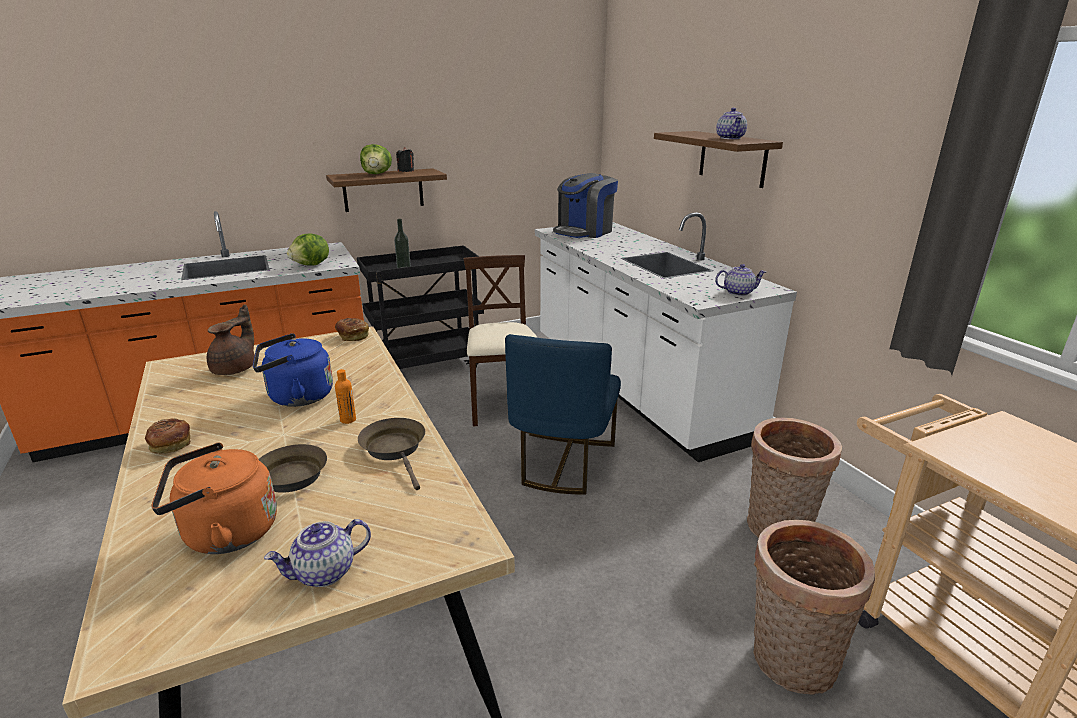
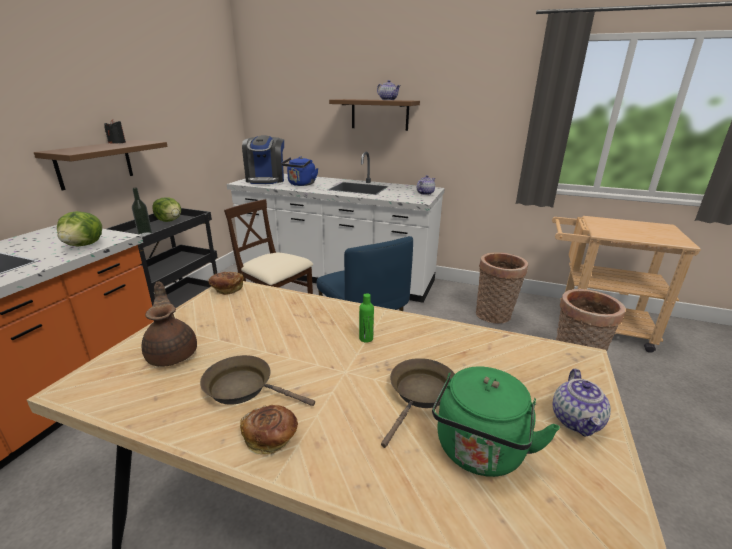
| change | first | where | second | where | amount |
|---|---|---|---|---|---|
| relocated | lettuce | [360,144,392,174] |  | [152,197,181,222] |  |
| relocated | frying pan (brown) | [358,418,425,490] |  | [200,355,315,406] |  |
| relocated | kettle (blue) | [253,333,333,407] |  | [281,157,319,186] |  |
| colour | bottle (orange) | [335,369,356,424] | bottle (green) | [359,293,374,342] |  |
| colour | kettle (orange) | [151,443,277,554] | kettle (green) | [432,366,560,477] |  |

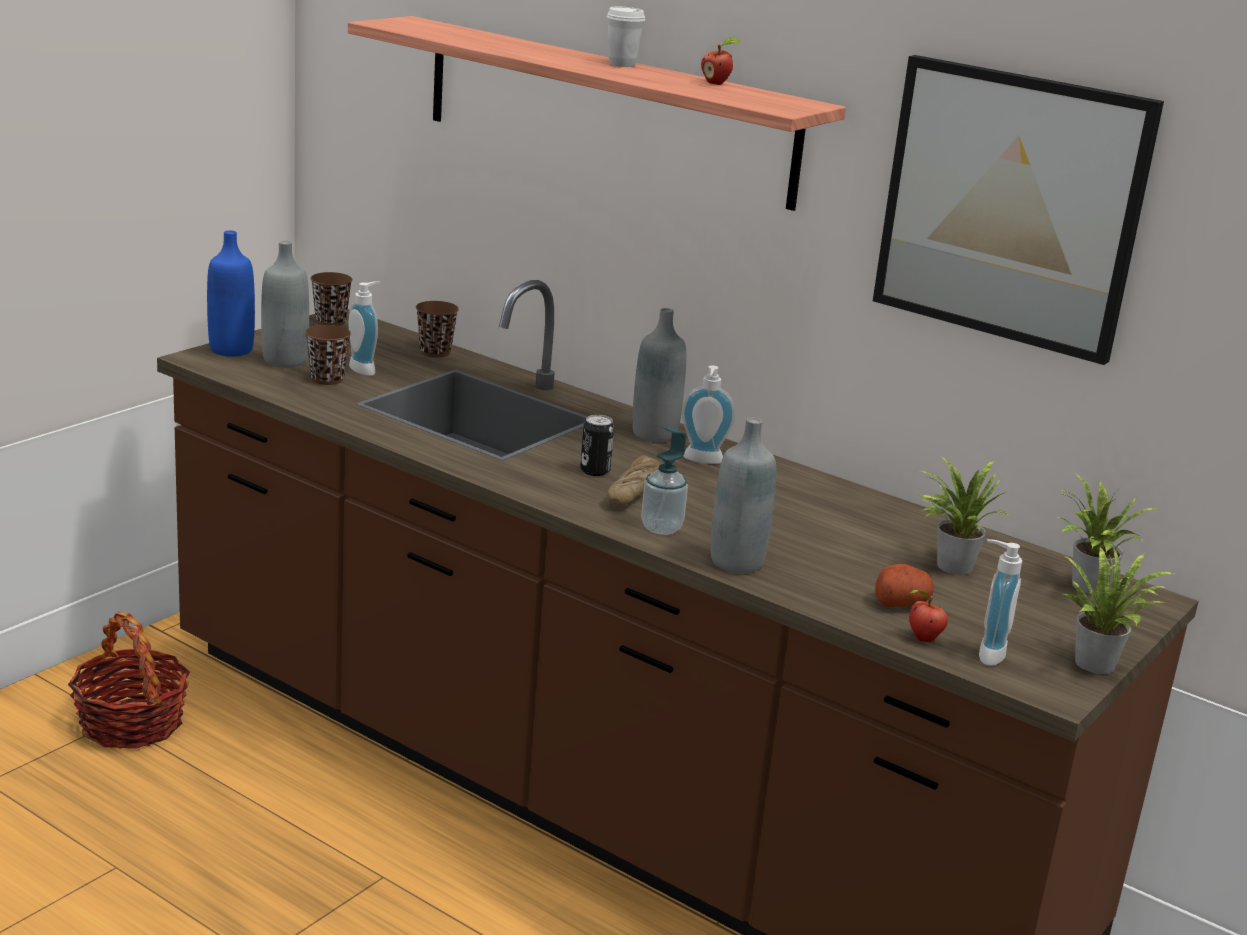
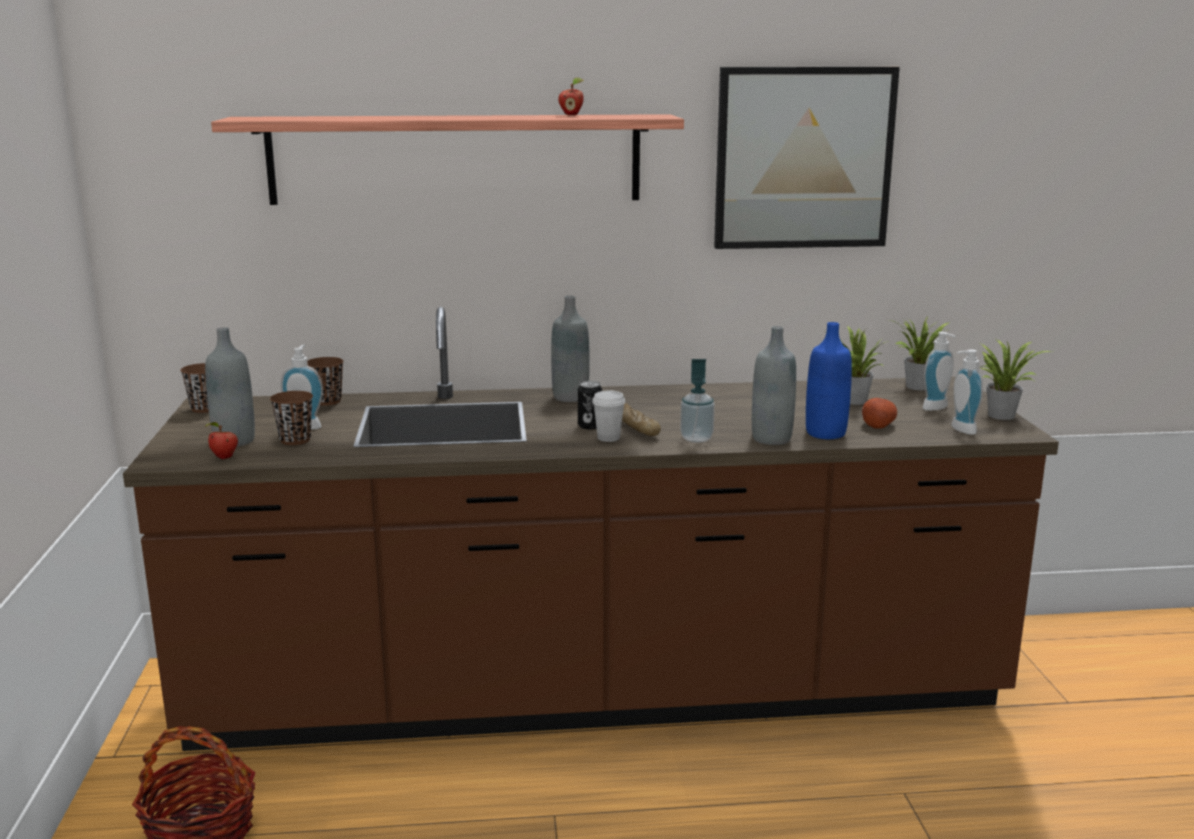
| change | first | where | second | where | amount |
|---|---|---|---|---|---|
| relocated | apple | [909,590,948,642] |  | [205,422,238,459] |  |
| relocated | cup (white) | [607,7,645,67] |  | [592,390,625,442] |  |
| relocated | bottle (blue) | [207,230,255,357] |  | [806,322,852,439] |  |
| relocated | soap dispenser | [682,365,735,464] |  | [923,332,956,411] |  |

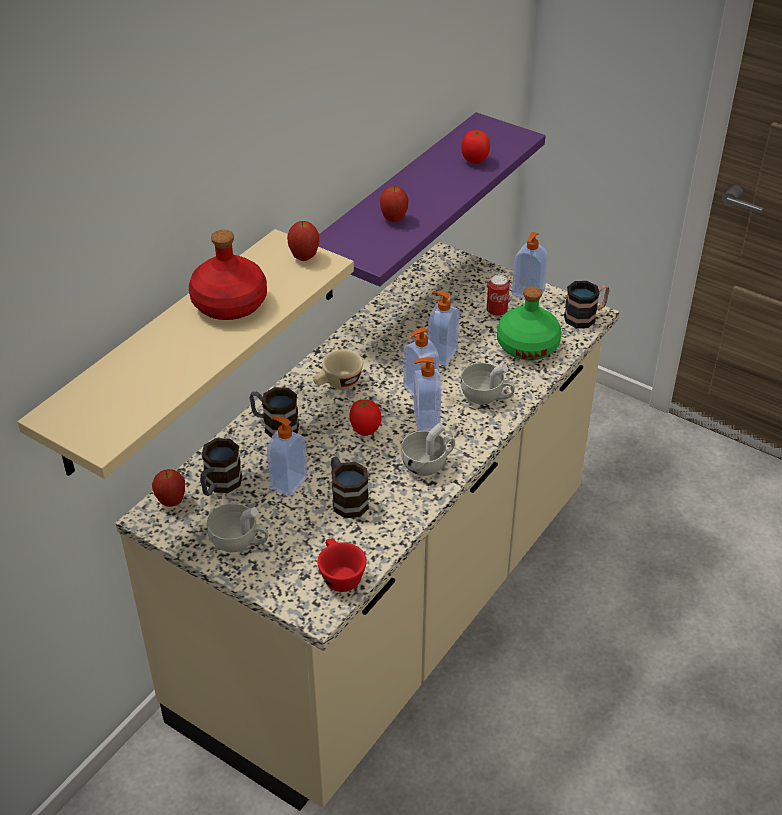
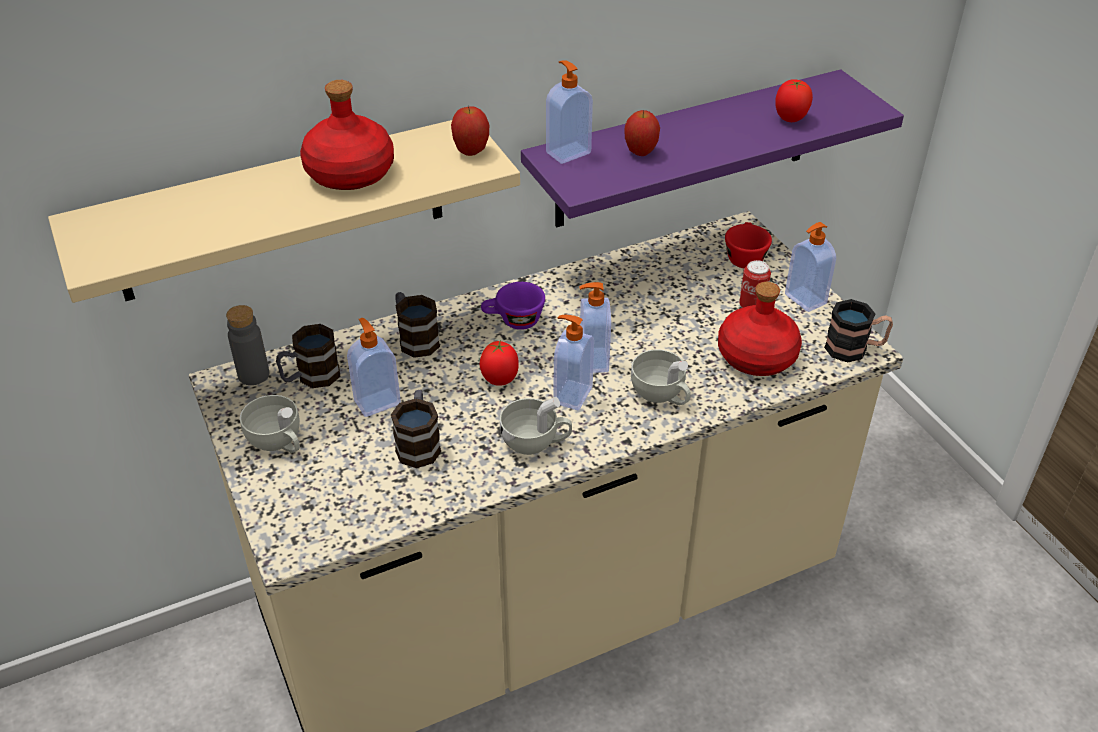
| change | first | where | second | where | amount |
|---|---|---|---|---|---|
| exchanged | apple | [152,469,185,507] | bottle (grey) | [226,305,269,385] |  |
| colour | cup (beige) | [313,349,363,390] | cup (purple) | [481,282,545,330] |  |
| relocated | soap dispenser | [428,291,459,366] |  | [546,60,593,164] |  |
| colour | bottle (green) | [497,286,562,360] | bottle (red) | [718,282,802,376] |  |
| relocated | cup (red) | [317,538,367,592] |  | [725,222,772,268] |  |

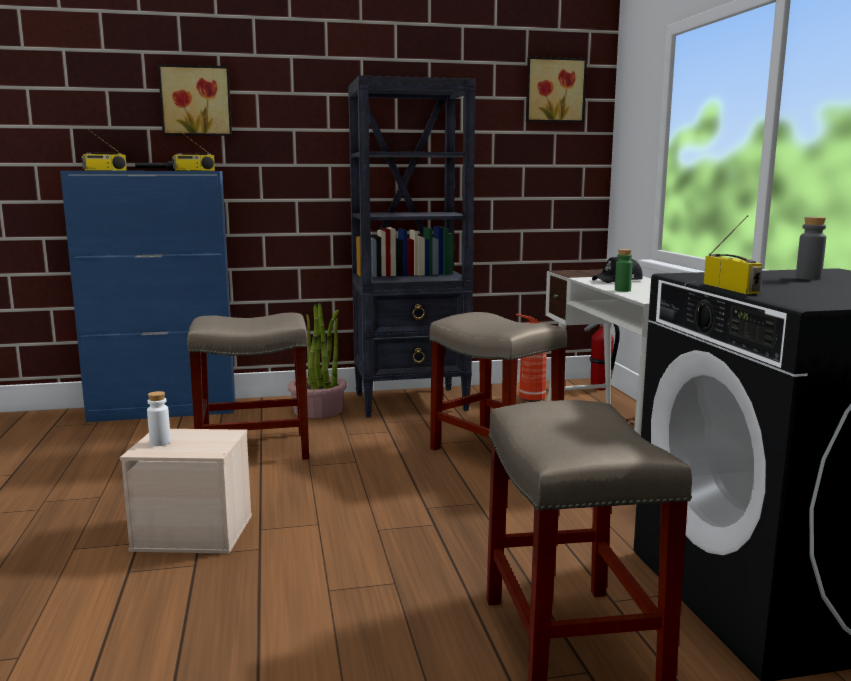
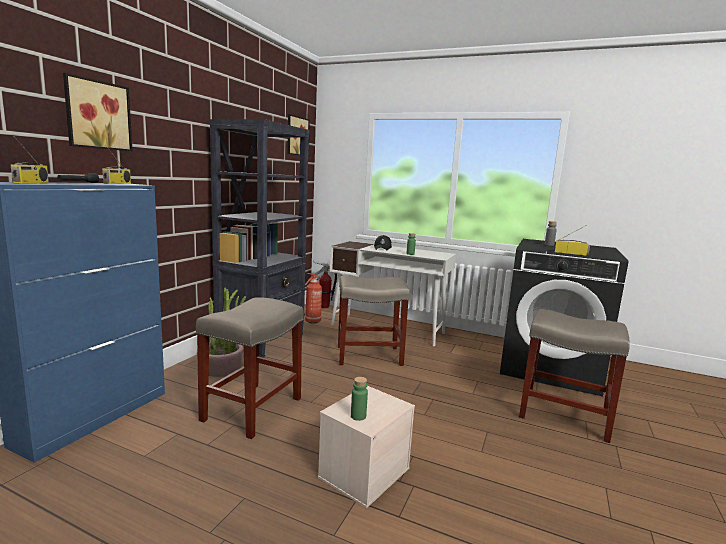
| change | first | where | second | where | amount |
|---|---|---|---|---|---|
| colour | bottle (white) | [147,391,171,446] | bottle (green) | [351,377,368,421] |  |

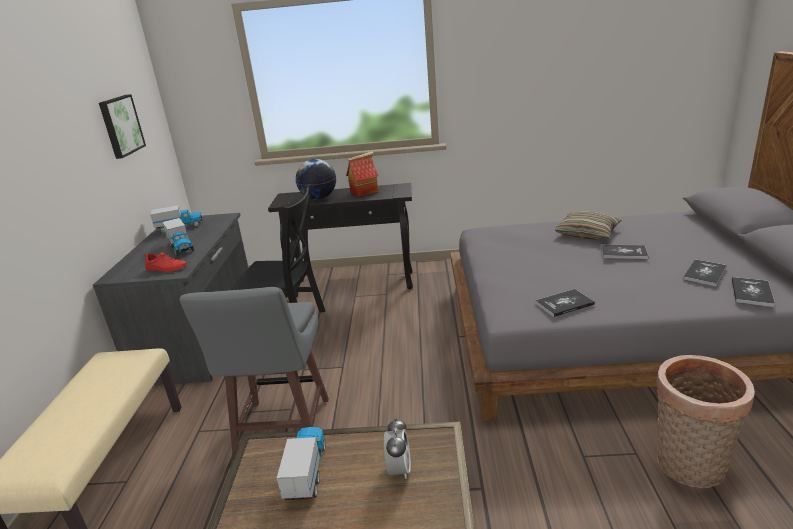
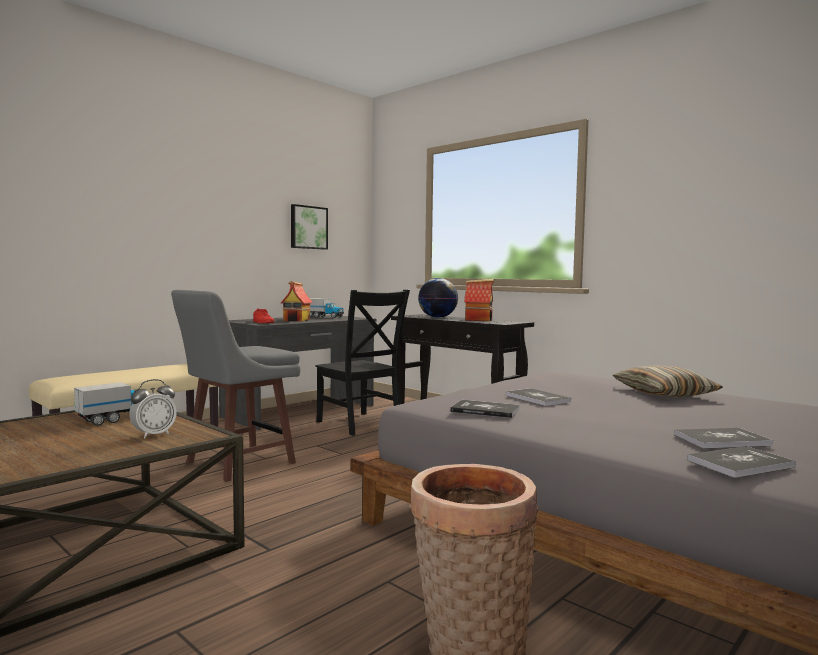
| change | first | where | second | where | amount |
|---|---|---|---|---|---|
| exchanged | toy truck | [162,218,194,256] | toy house | [281,281,313,322] |  |
| relocated | book | [601,245,649,259] |  | [505,388,571,406] |  |

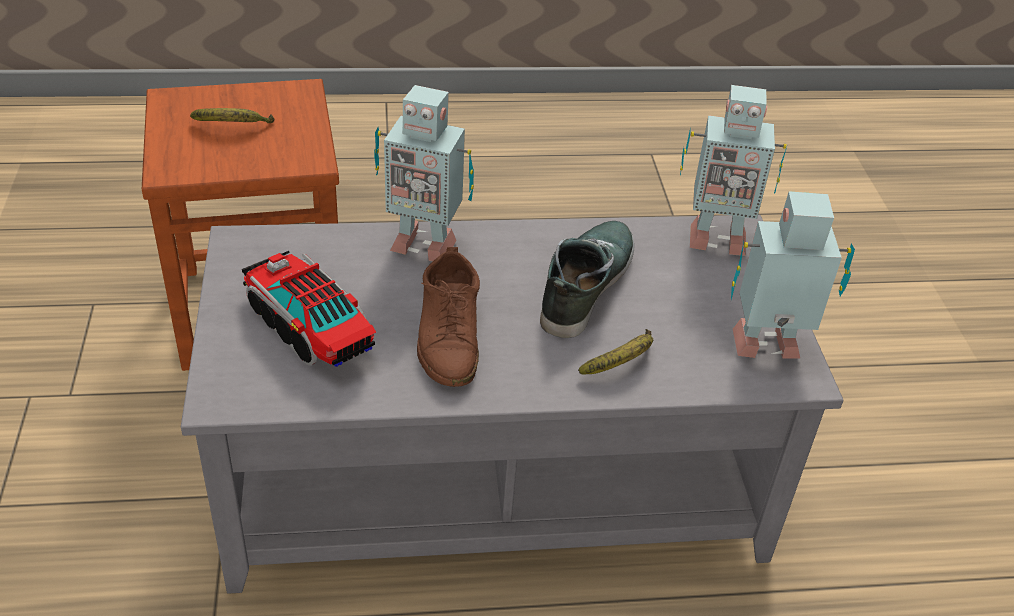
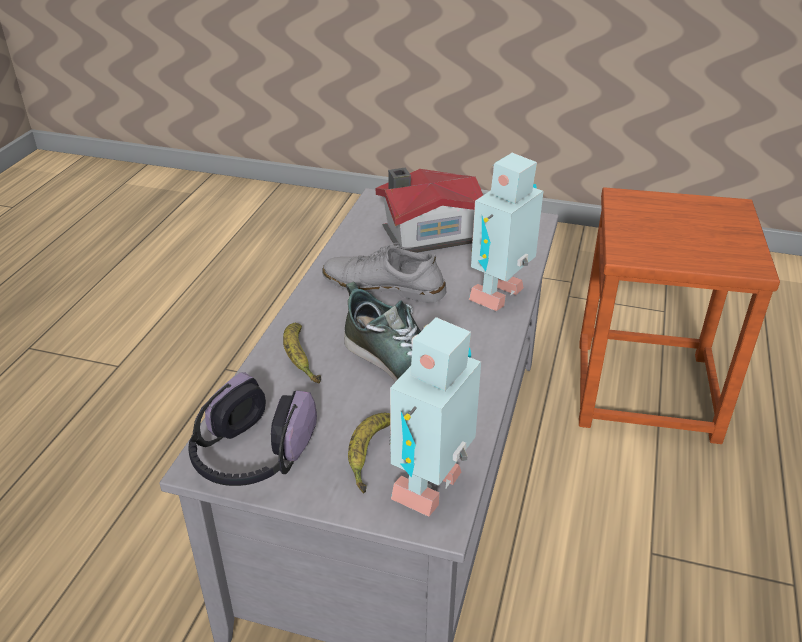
| change | first | where | second | where | amount |
|---|---|---|---|---|---|
| exchanged | toy robot | [731,191,855,359] | headphones | [189,372,317,486] |  |
| colour | shoe (brown) | [417,247,480,387] | shoe (grey) | [322,243,446,303] |  |
| relocated | banana | [190,108,275,123] |  | [348,413,390,493] |  |
| exchanged | toy truck | [242,251,376,367] | toy house | [376,168,483,253] |  |

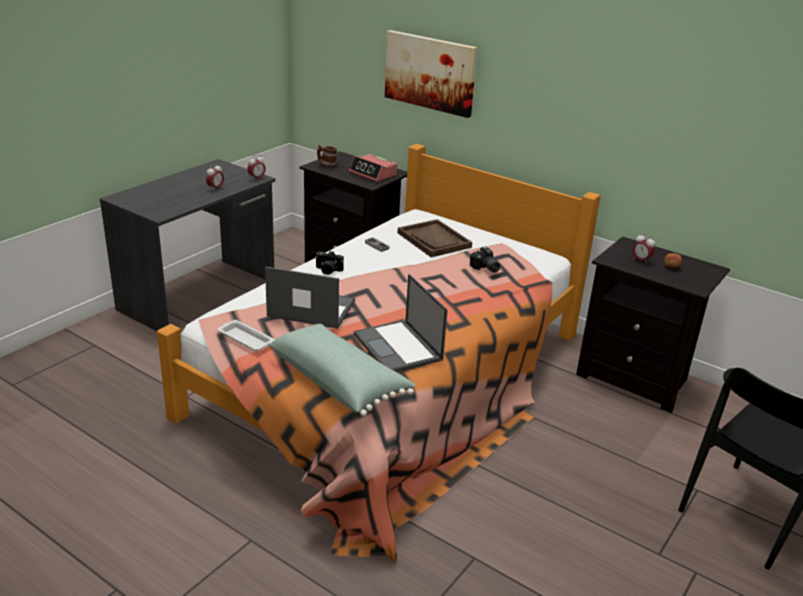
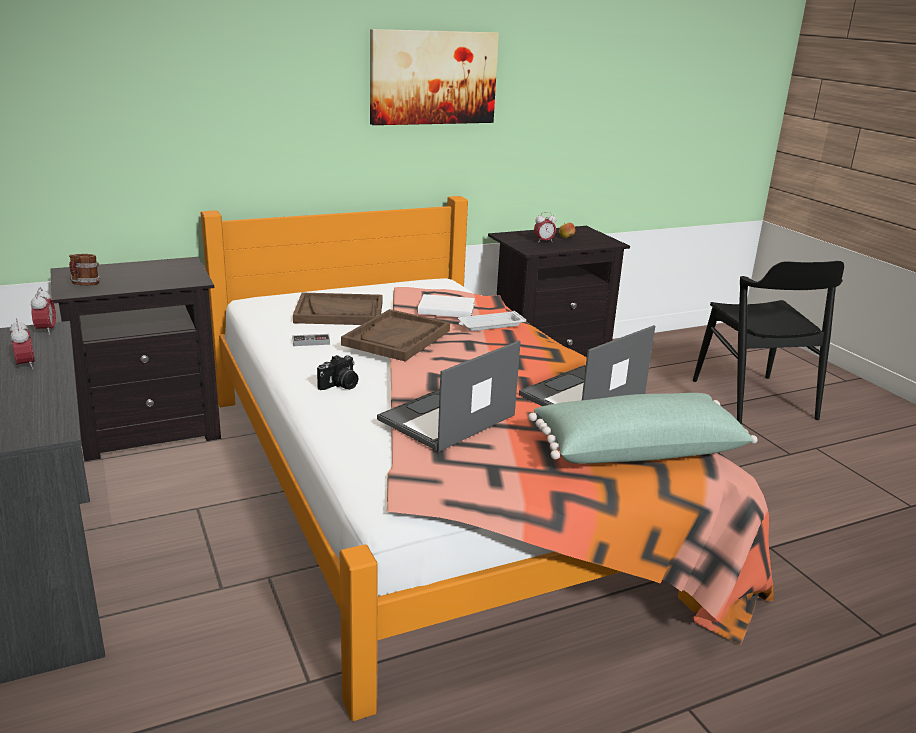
| change | first | where | second | where | amount |
|---|---|---|---|---|---|
| appeared |  |  | tray (brown) | [341,309,450,361] |  |
| relocated | picture | [385,30,477,118] |  | [370,29,499,125] |  |
| exchanged | photo camera | [470,247,500,273] | book (white) | [418,294,475,317] |  |
| relocated | tray (white) | [217,320,275,351] |  | [458,311,526,331] |  |
| spun | laptop | [354,274,448,372] |  | [519,325,655,406] | 135 degrees clockwise |
| missing | alarm clock | [349,154,397,182] |  |  |  |

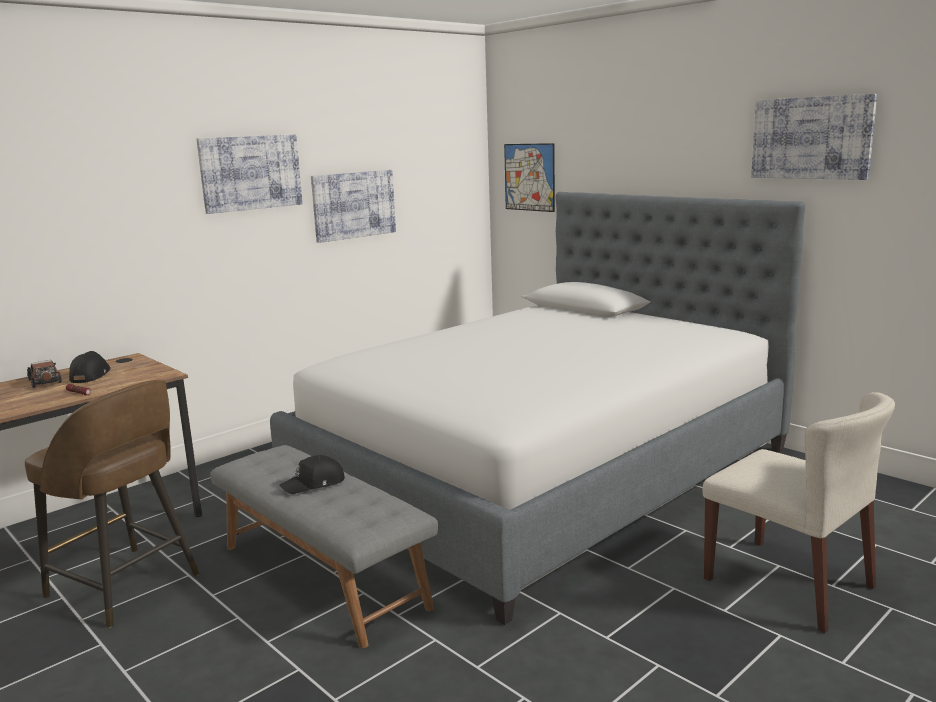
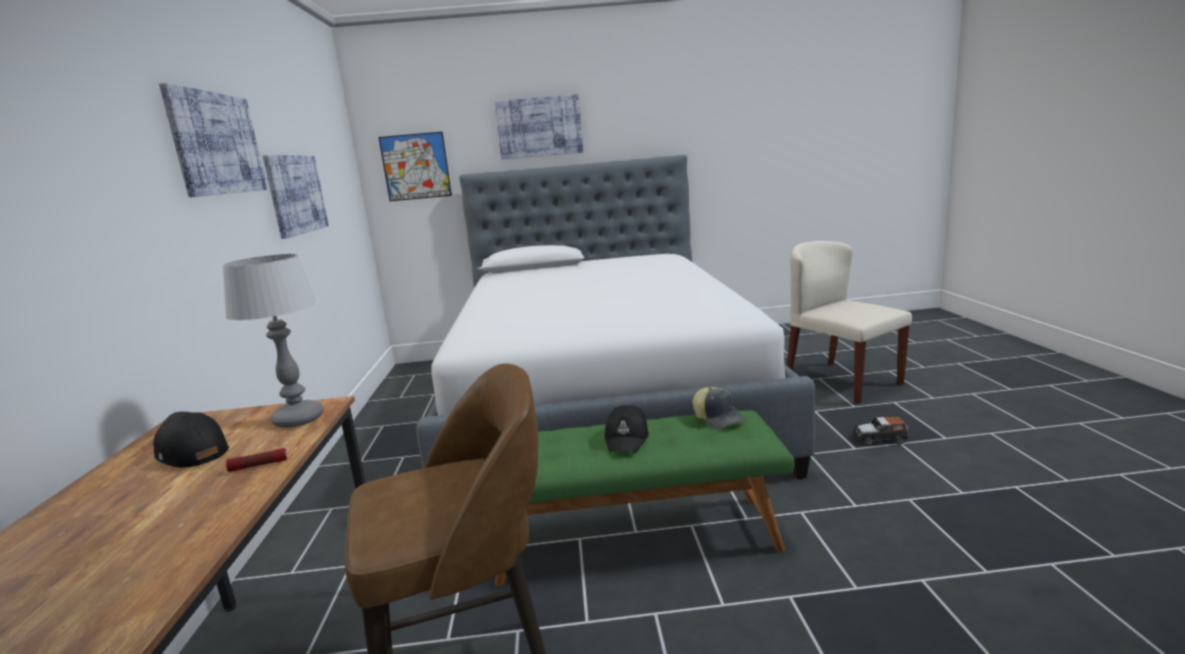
| change | first | where | second | where | amount |
|---|---|---|---|---|---|
| appeared |  |  | table lamp | [222,254,323,428] |  |
| relocated | picture | [751,94,877,180] |  | [494,94,583,160] |  |
| colour | bench (grey) | [210,445,438,648] | bench (green) | [495,410,794,586] |  |
| appeared |  |  | cap | [692,387,745,429] |  |
| spun | chair (beige) | [702,392,895,633] |  | [787,241,912,404] | 120 degrees counterclockwise |
| relocated | toy car | [27,360,62,388] |  | [853,416,908,446] |  |

